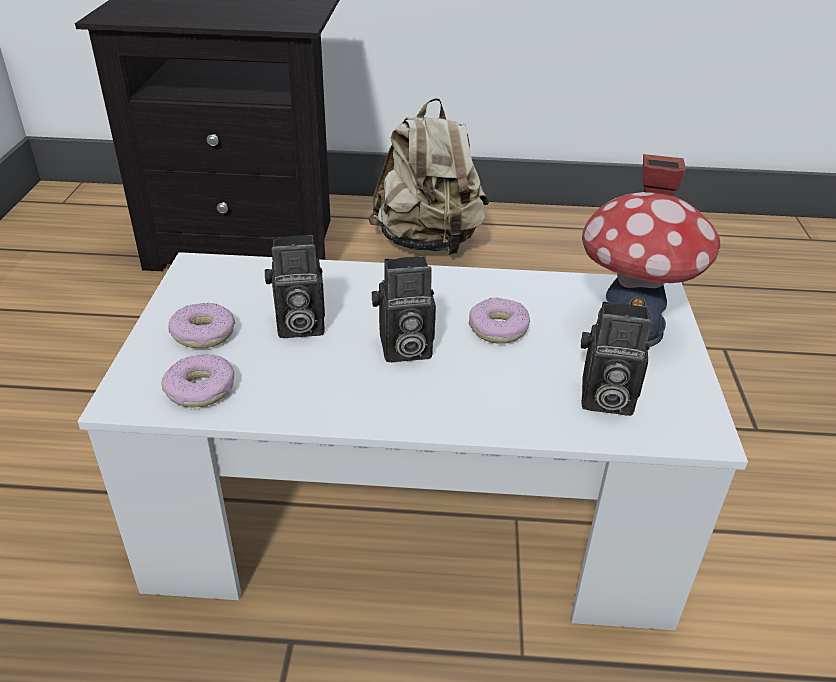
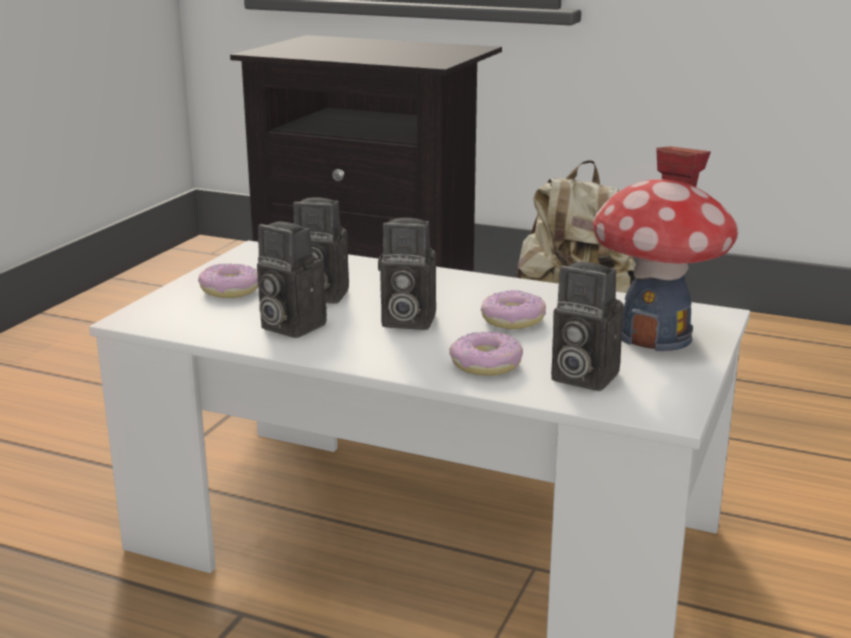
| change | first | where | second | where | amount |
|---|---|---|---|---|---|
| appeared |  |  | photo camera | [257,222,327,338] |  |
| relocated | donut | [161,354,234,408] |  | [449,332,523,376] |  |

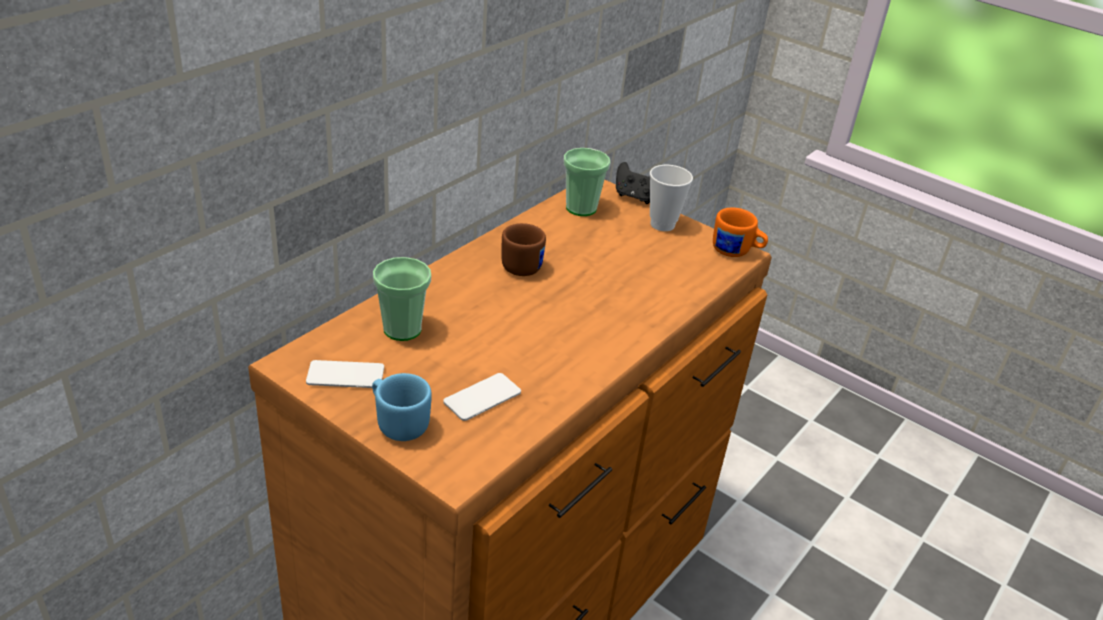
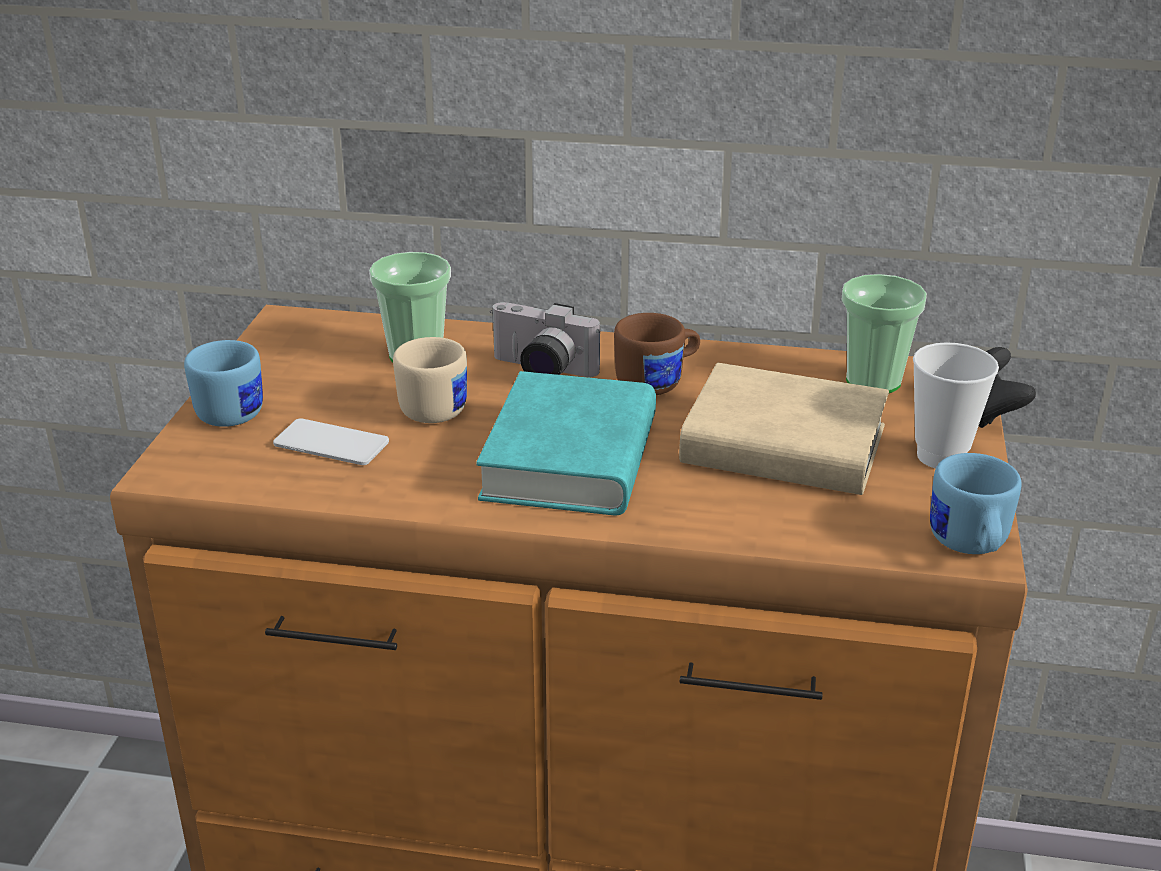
| change | first | where | second | where | amount |
|---|---|---|---|---|---|
| appeared |  |  | mug (beige) | [393,337,467,423] |  |
| appeared |  |  | book (turquoise) | [476,371,656,515] |  |
| appeared |  |  | photo camera | [490,302,600,377] |  |
| appeared |  |  | book (beige) | [679,363,889,495] |  |
| colour | mug (orange) | [713,208,768,257] | mug (blue) | [930,453,1022,554] |  |
| missing | phone | [306,360,384,388] |  |  |  |

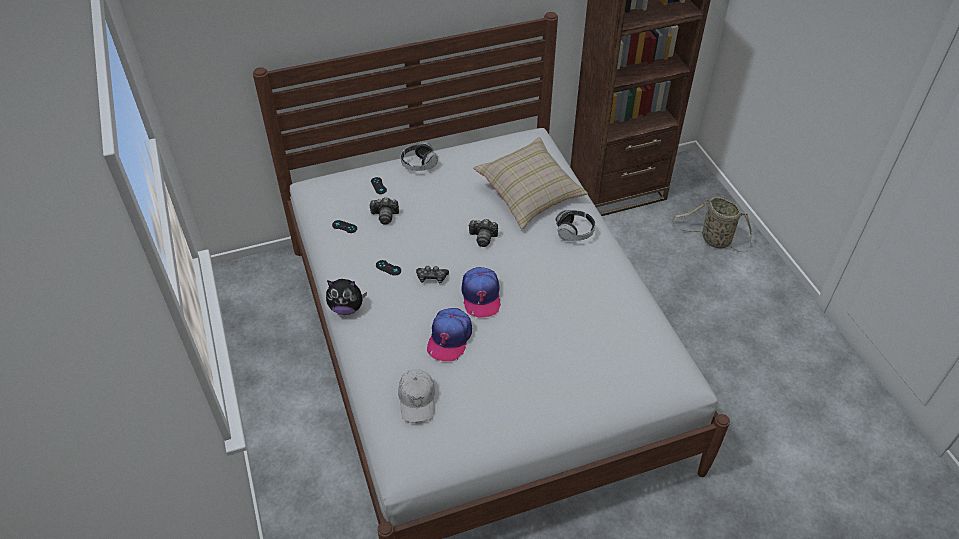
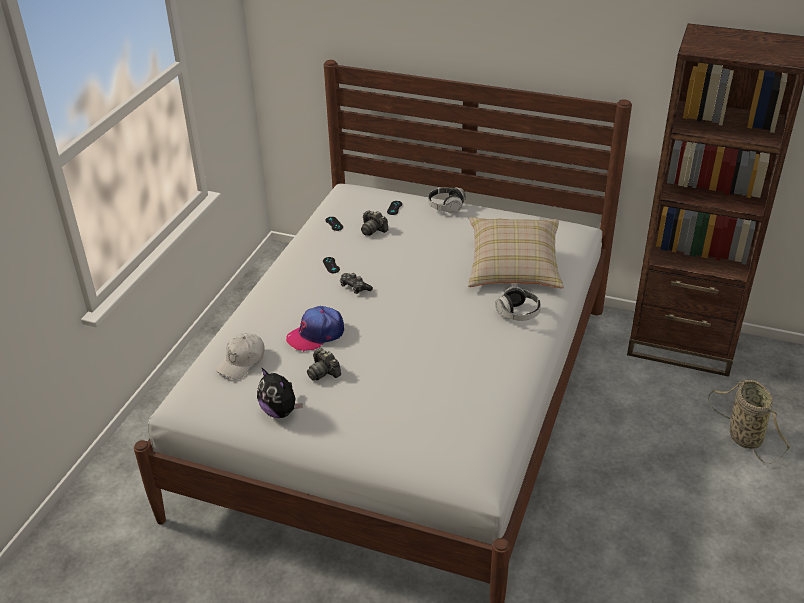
| change | first | where | second | where | amount |
|---|---|---|---|---|---|
| relocated | plush toy | [326,279,367,315] |  | [257,367,302,418] |  |
| relocated | photo camera | [469,219,498,247] |  | [307,348,341,380] |  |
| missing | cap | [461,267,501,318] |  |  |  |

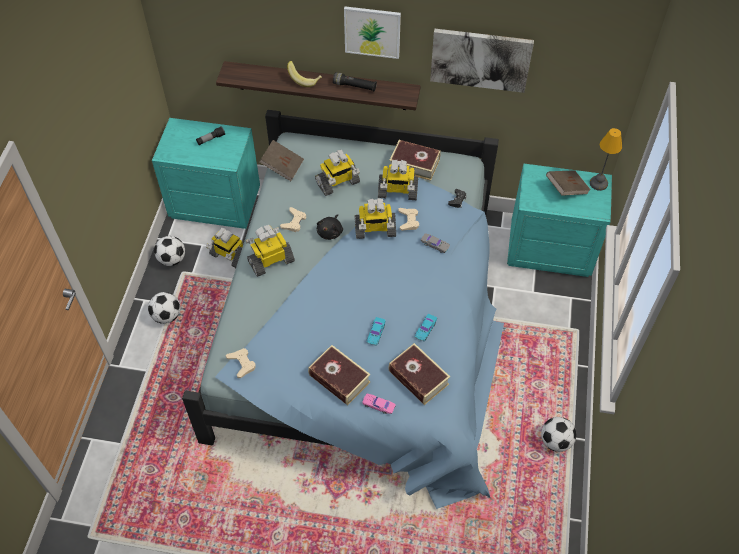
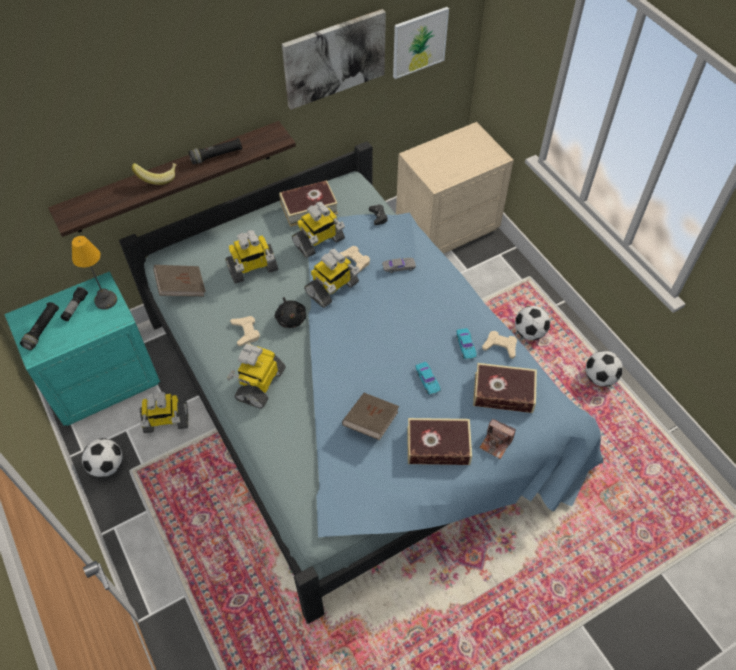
| change | first | where | second | where | amount |
|---|---|---|---|---|---|
| appeared |  |  | flashlight (black) | [20,302,59,350] |  |
| relocated | table lamp | [590,128,622,191] |  | [72,236,117,310] |  |
| spun | toy robot | [315,150,360,196] |  | [225,230,278,284] | 45 degrees clockwise |
| relocated | book (brown) | [546,170,591,196] |  | [342,393,399,440] |  |
| relocated | picture | [344,6,401,59] |  | [393,7,449,79] |  |
| colour | nightstand (turquoise) | [507,163,612,277] | nightstand (beige) | [396,122,514,254] |  |
| exchanged | toy car (pink) | [362,394,396,414] | photo camera | [479,419,516,459] |  |
| relocated | game controller (beige) | [226,348,256,378] |  | [482,331,517,359] |  |
| relocated | football | [148,292,180,324] |  | [515,306,550,340] |  |

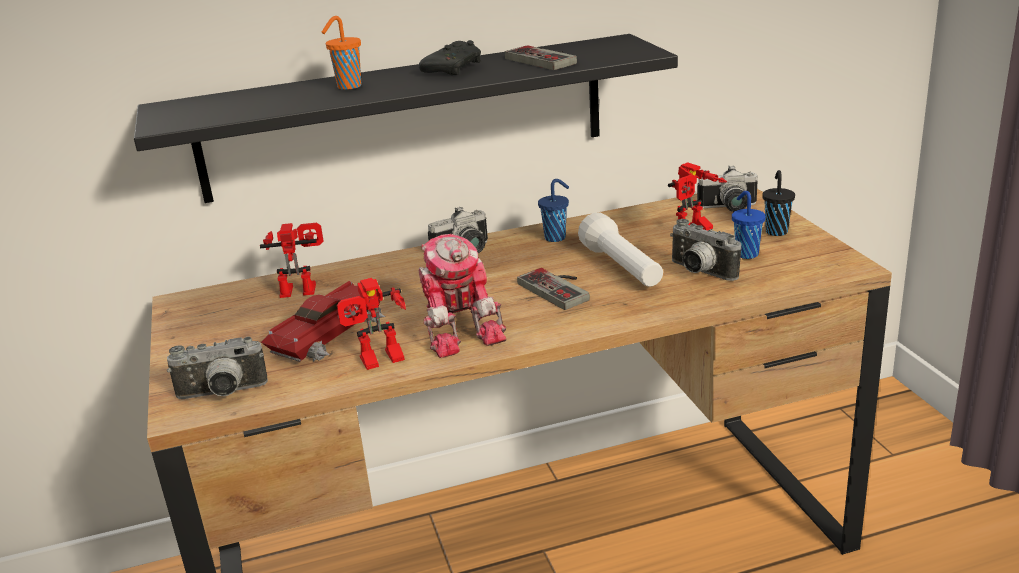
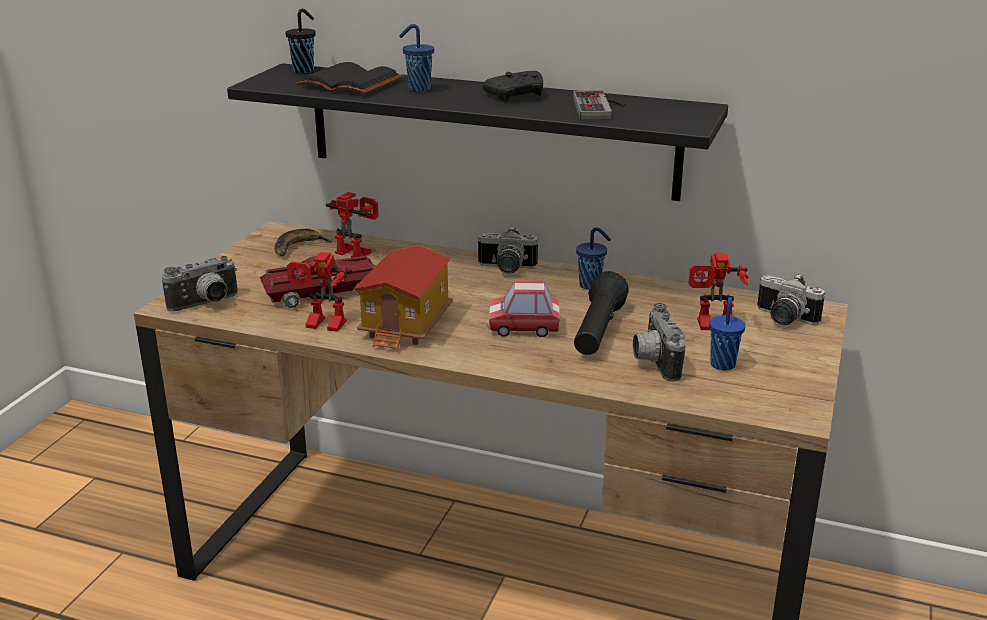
| change | first | where | second | where | amount |
|---|---|---|---|---|---|
| spun | photo camera | [167,336,268,399] |  | [162,256,238,312] | 60 degrees counterclockwise |
| appeared |  |  | banana | [274,229,333,256] |  |
| relocated | cup (black) | [762,170,795,236] |  | [285,9,316,73] |  |
| appeared |  |  | book (black) | [297,62,403,95] |  |
| exchanged | toy robot | [419,234,506,358] | toy house | [354,245,453,351] |  |
| colour | cup (orange) | [321,16,361,90] | cup (blue) | [399,24,434,91] |  |
| exchanged | game controller | [517,268,590,310] | toy car | [488,280,560,337] |  |
| colour | flashlight (white) | [578,213,663,287] | flashlight (black) | [574,271,629,355] |  |

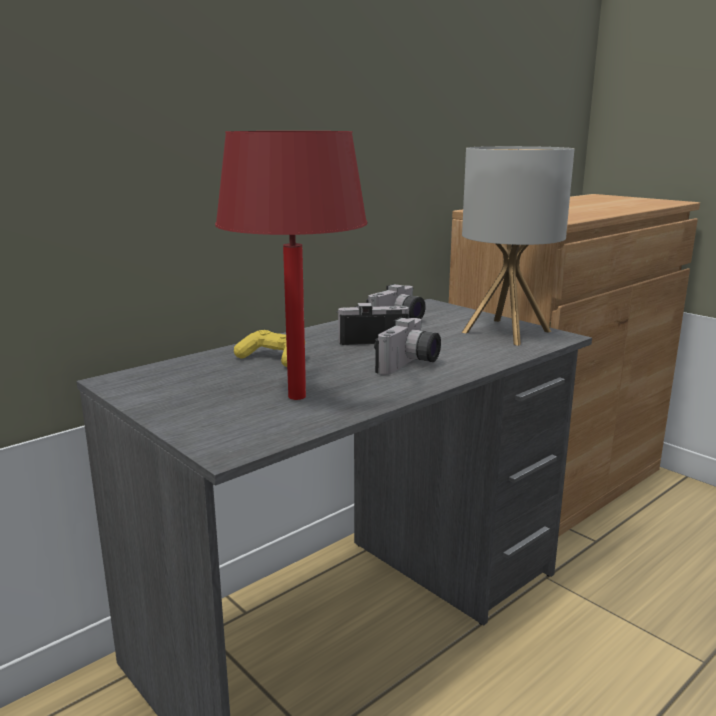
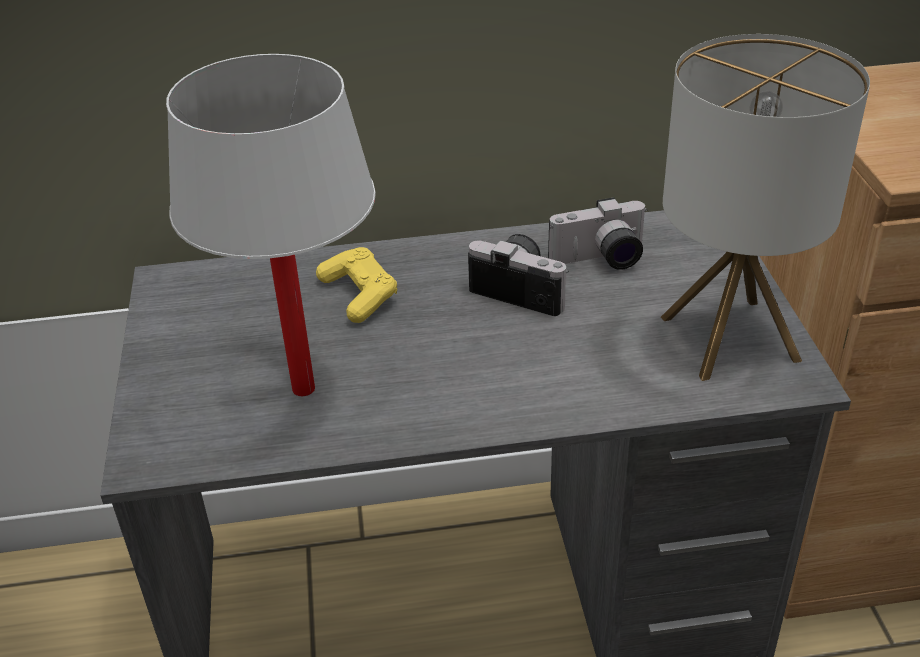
| change | first | where | second | where | amount |
|---|---|---|---|---|---|
| colour | table lamp (red) | [215,131,368,400] | table lamp (white) | [166,54,376,396] |  |
| missing | photo camera | [374,317,441,375] |  |  |  |

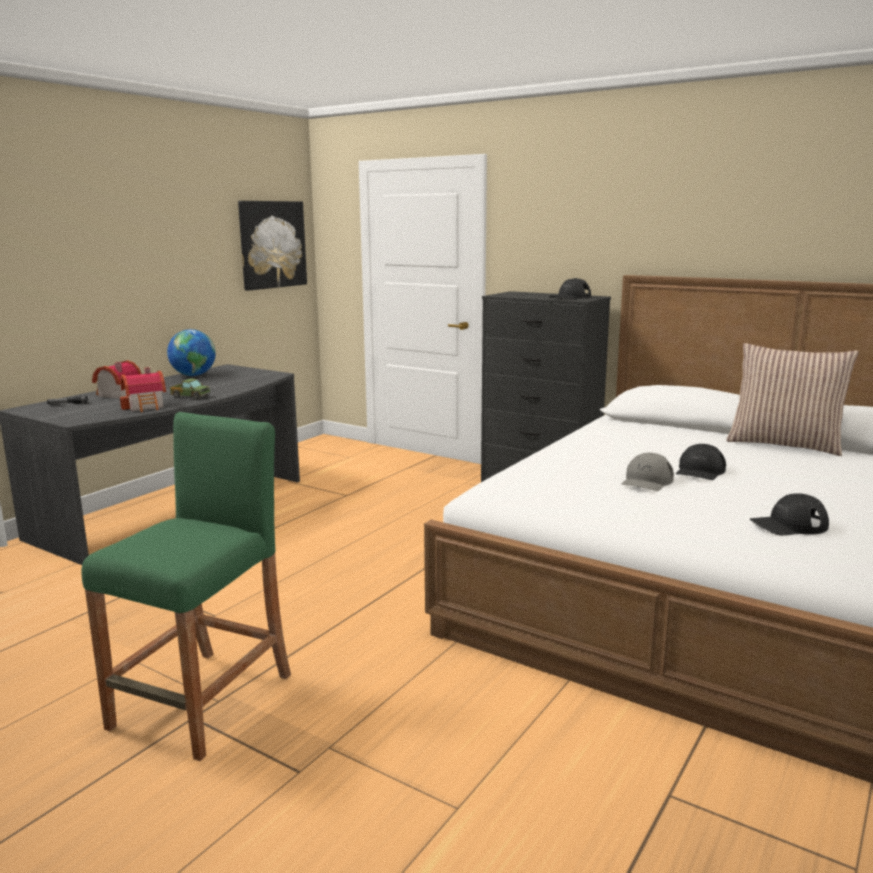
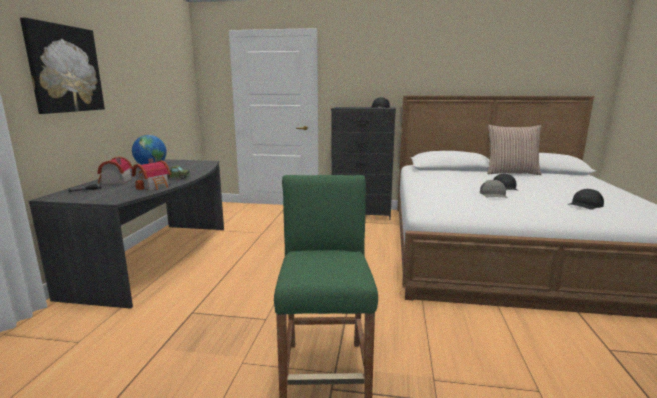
| change | first | where | second | where | amount |
|---|---|---|---|---|---|
| relocated | picture | [238,201,307,291] |  | [20,17,105,114] |  |

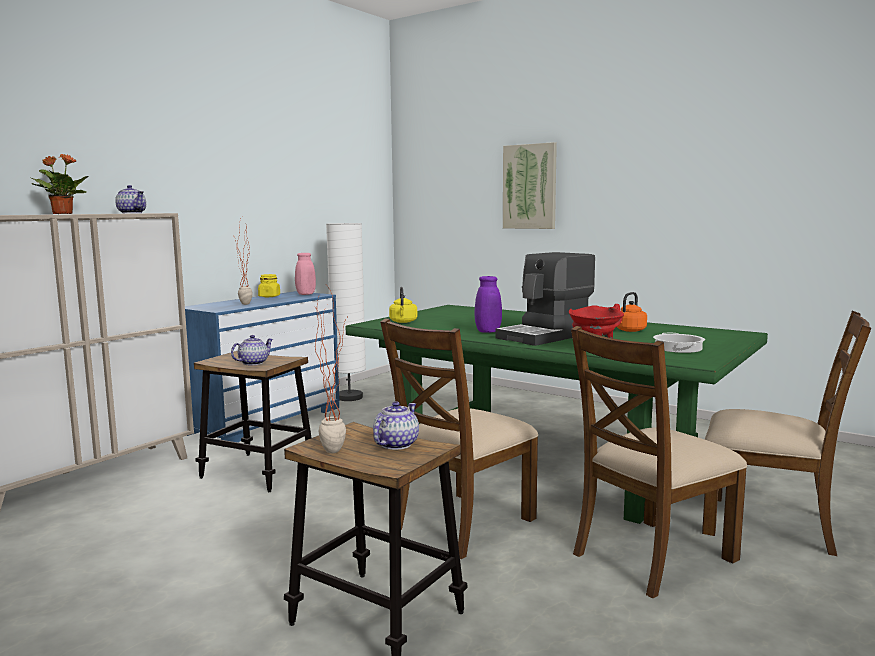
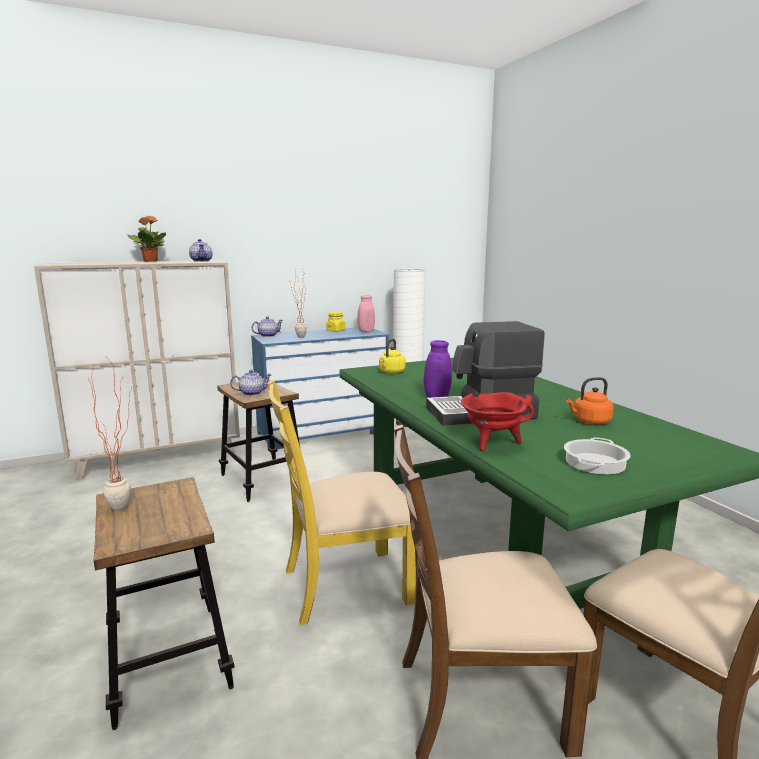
| change | first | where | second | where | amount |
|---|---|---|---|---|---|
| relocated | teapot | [373,401,419,450] |  | [252,316,283,337] |  |
| colour | chair (brown) | [380,318,538,559] | chair (yellow) | [267,380,416,625] |  |
| missing | picture | [503,142,557,229] |  |  |  |

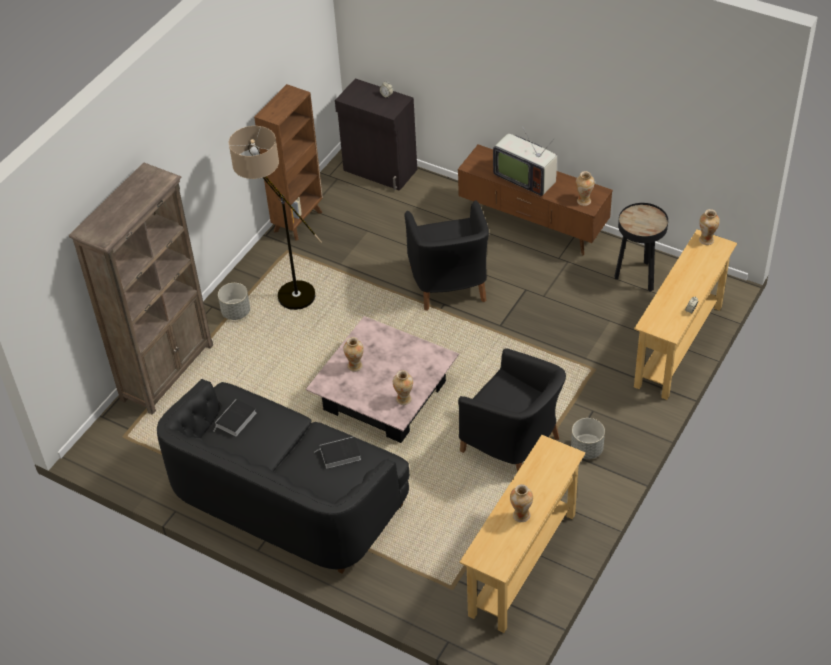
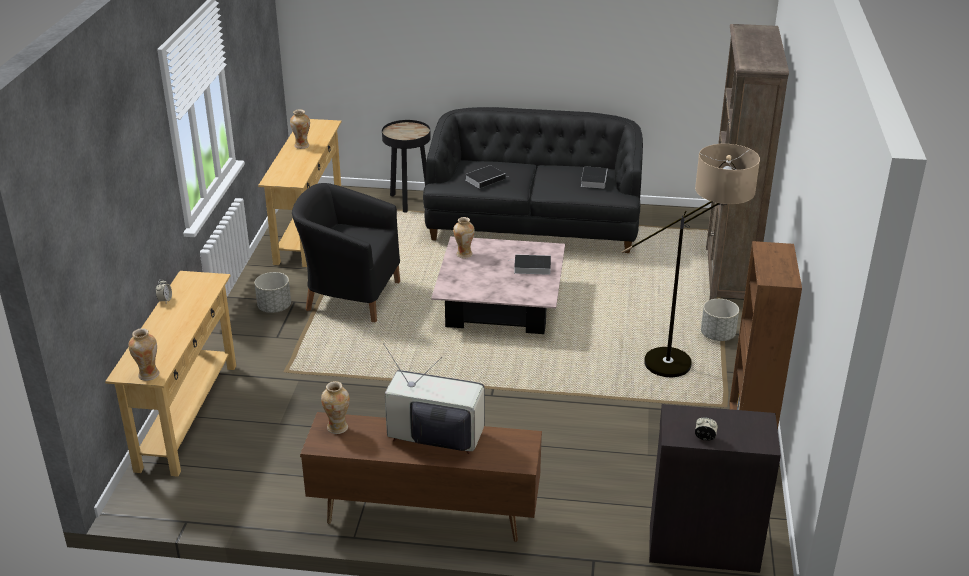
| change | first | where | second | where | amount |
|---|---|---|---|---|---|
| relocated | side table (black) | [614,203,668,291] |  | [382,120,431,212] |  |
| exchanged | vase | [343,337,364,372] | book | [508,254,551,275] |  |
| missing | armchair (black) | [404,201,489,311] |  |  |  |

